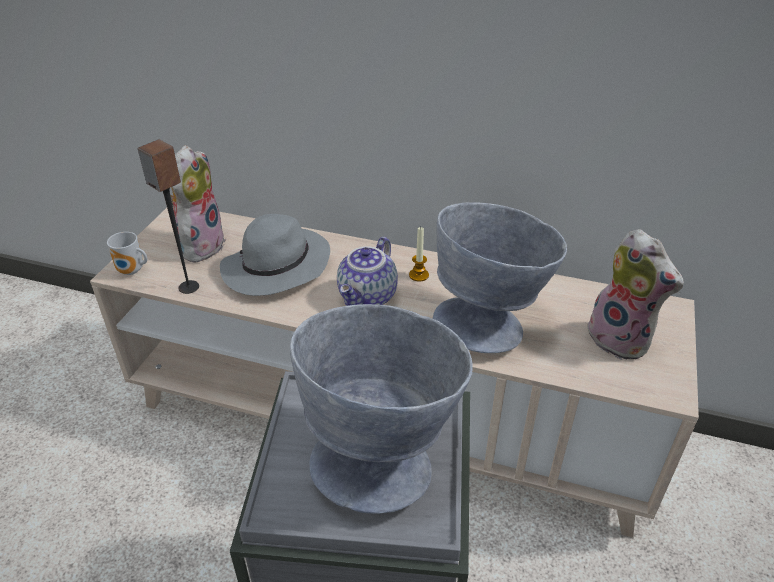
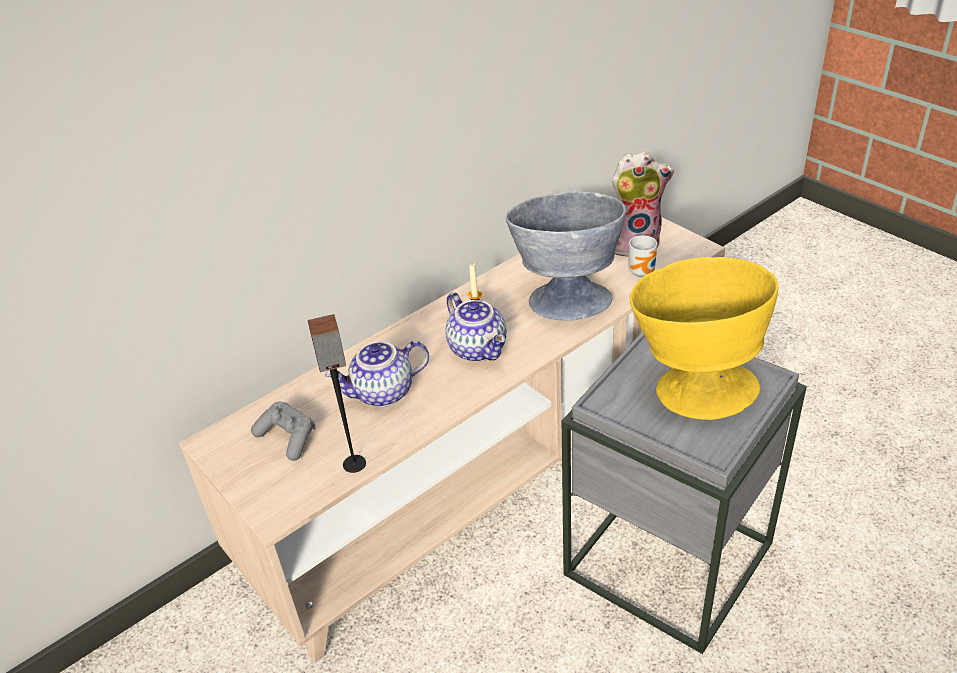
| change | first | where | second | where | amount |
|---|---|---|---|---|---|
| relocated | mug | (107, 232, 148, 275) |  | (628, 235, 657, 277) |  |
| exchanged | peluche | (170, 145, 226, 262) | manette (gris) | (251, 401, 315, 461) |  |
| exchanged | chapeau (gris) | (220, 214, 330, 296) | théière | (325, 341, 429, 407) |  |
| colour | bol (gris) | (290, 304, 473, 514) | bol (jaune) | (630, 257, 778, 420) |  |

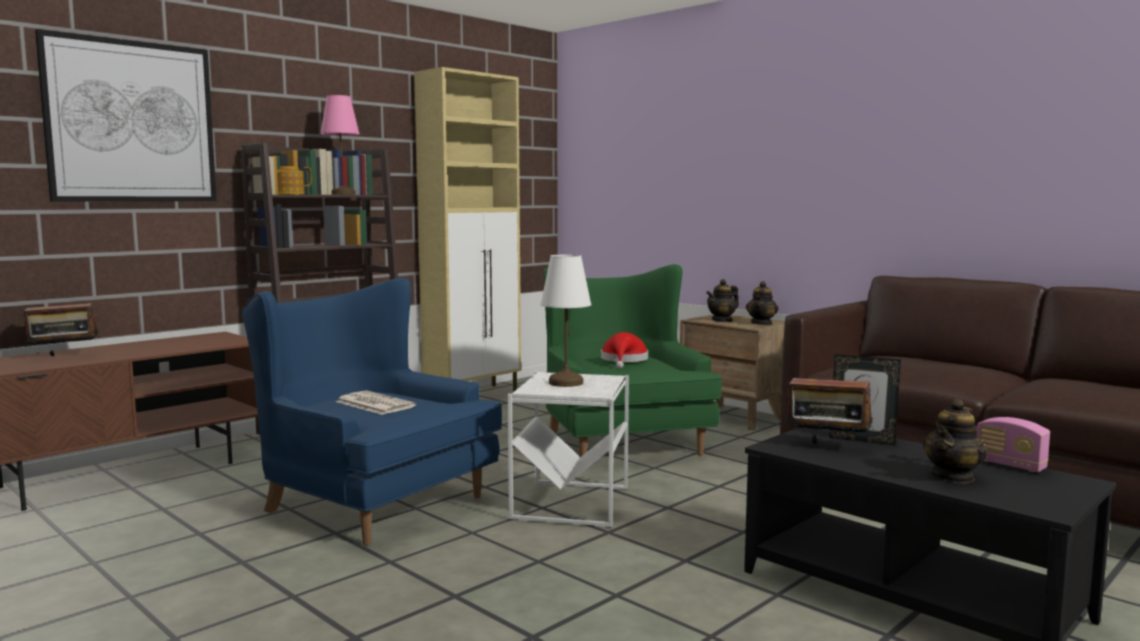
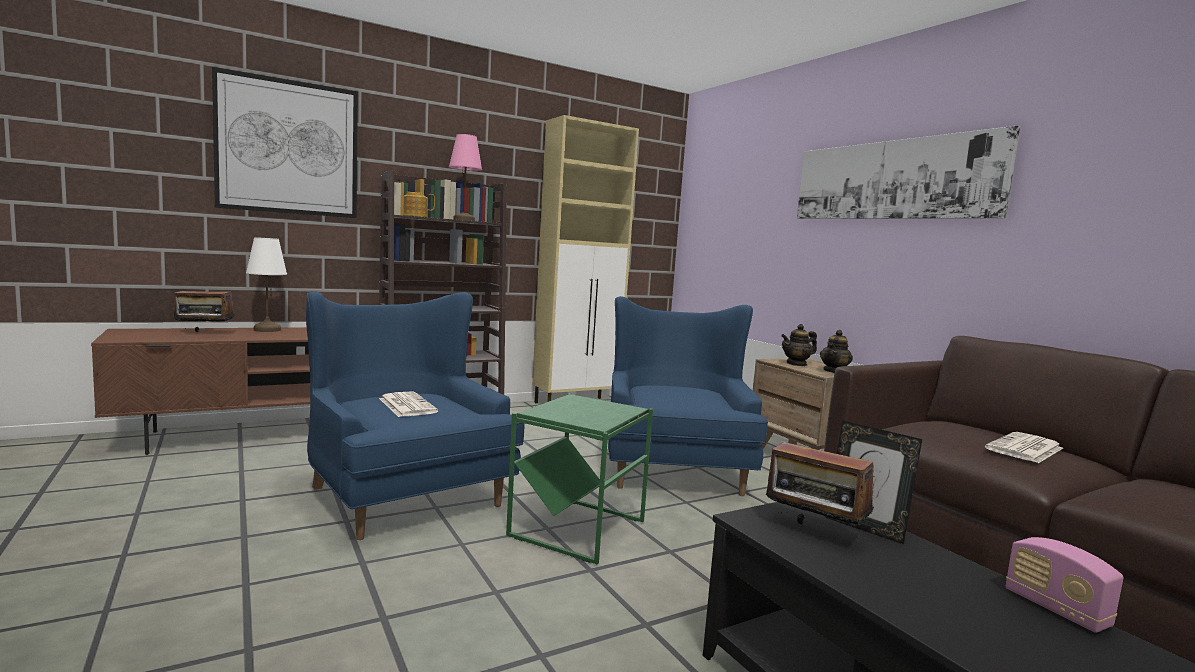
| change | first | where | second | where | amount |
|---|---|---|---|---|---|
| missing | chapeau (rouge) | (601, 332, 648, 368) |  |  |  |
| missing | théière | (923, 399, 987, 484) |  |  |  |
| appeared |  |  | tableau | (797, 126, 1020, 219) |  |
| appeared |  |  | journal | (985, 432, 1063, 463) |  |
| relocated | lampe de table (blanc) | (540, 255, 591, 387) |  | (246, 237, 287, 332) |  |
| colour | table d'appoint (blanc) | (508, 371, 629, 527) | table d'appoint (vert) | (506, 393, 653, 564) |  |
| colour | fauteuil (vert) | (544, 264, 722, 457) | fauteuil (bleu) | (608, 296, 768, 496) |  |

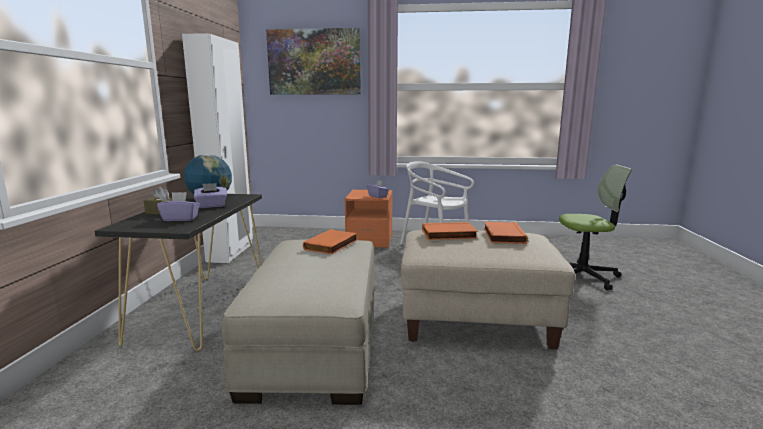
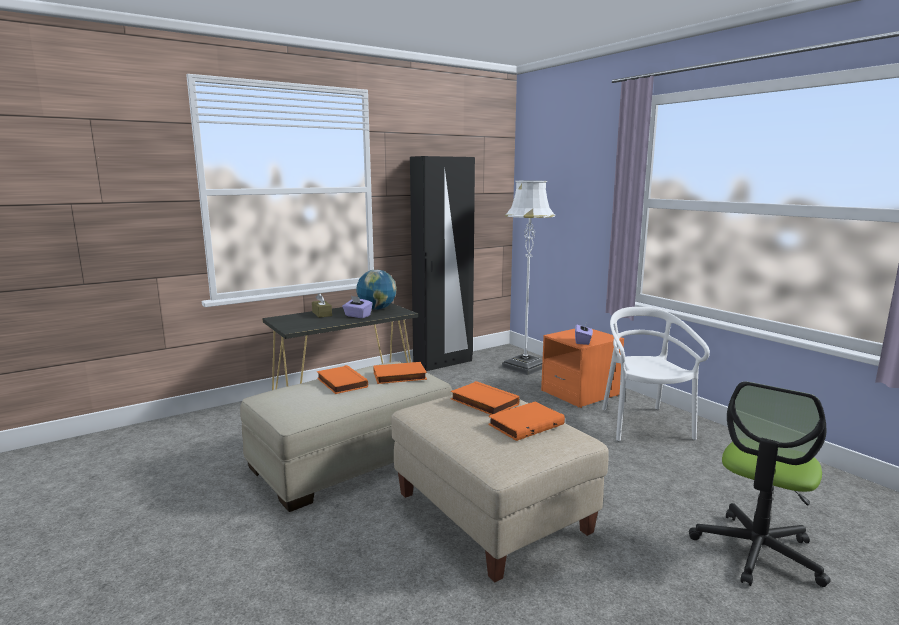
| change | first | where | second | where | amount |
|---|---|---|---|---|---|
| missing | boîte à mouchoirs (violet) | (157, 192, 200, 221) |  |  |  |
| missing | tableau | (266, 28, 361, 95) |  |  |  |
| appeared |  |  | livre (orange) | (317, 365, 368, 394) |  |
| appeared |  |  | lampadaire (blanc) | (502, 181, 555, 375) |  |
| colour | armoire (blanc) | (182, 33, 253, 263) | armoire (noir) | (410, 156, 475, 372) |  |
| spun | chaise de bureau | (559, 165, 632, 290) |  | (689, 382, 831, 587) | 75 degrees clockwise |

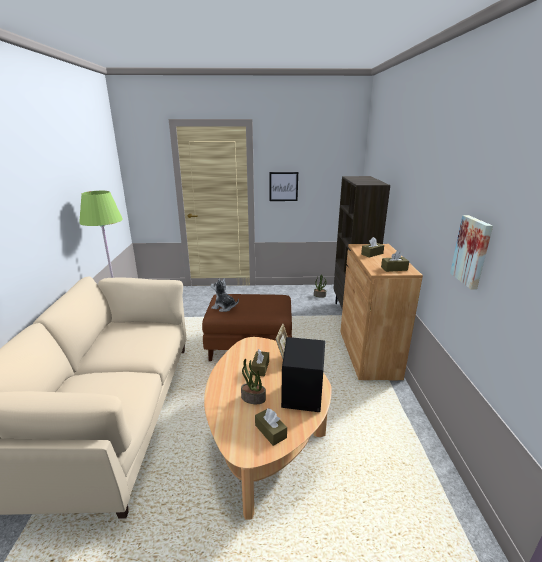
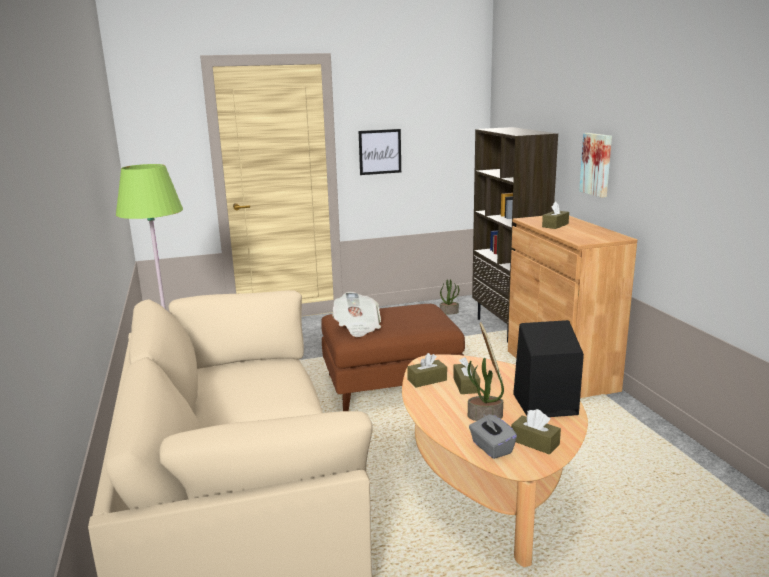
| change | first | where | second | where | amount |
|---|---|---|---|---|---|
| appeared |  |  | boîte à mouchoirs (gris) | (469, 414, 517, 459) |  |
| relocated | boîte à mouchoirs (marron) | (381, 250, 409, 272) |  | (407, 353, 447, 387) |  |
| relocated | tableau | (450, 215, 493, 290) |  | (579, 133, 612, 198) |  |
| exchanged | peluche | (211, 278, 239, 312) | journal | (332, 292, 381, 337) |  |

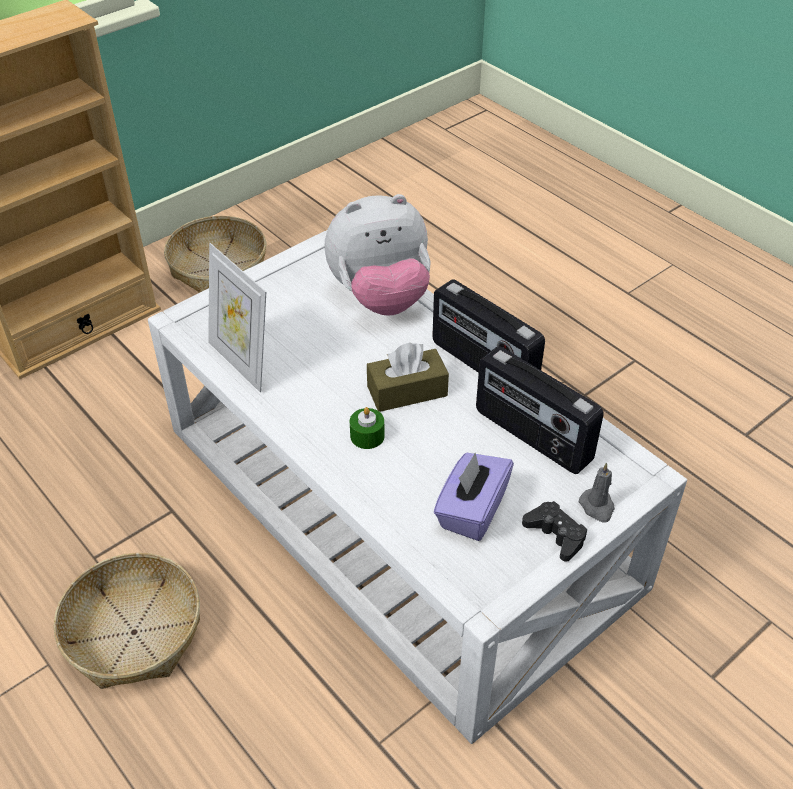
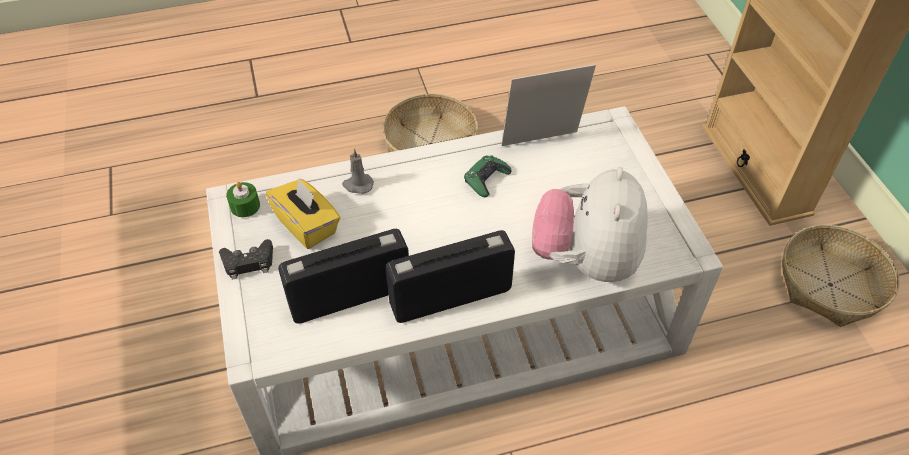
| change | first | where | second | where | amount |
|---|---|---|---|---|---|
| missing | boîte à mouchoirs (marron) | (367, 342, 449, 412) |  |  |  |
| appeared |  |  | manette (vert) | (464, 156, 512, 197) |  |
| relocated | bougie (vert) | (350, 407, 385, 449) |  | (226, 182, 260, 217) |  |
| relocated | bougie (gris) | (579, 463, 615, 523) |  | (342, 149, 374, 194) |  |
| colour | boîte à mouchoirs (violet) | (434, 453, 514, 541) | boîte à mouchoirs (jaune) | (266, 178, 341, 249) |  |

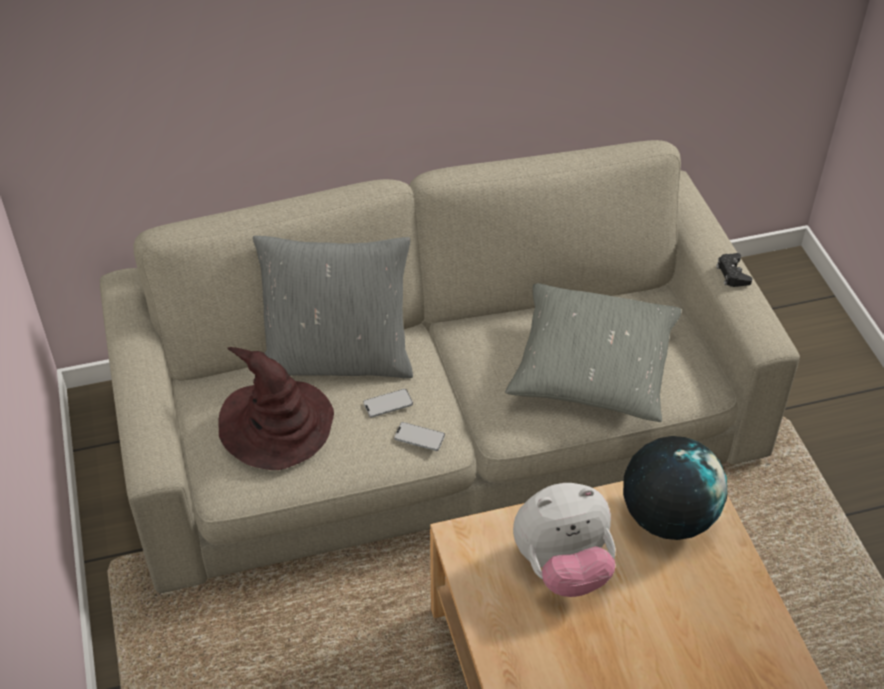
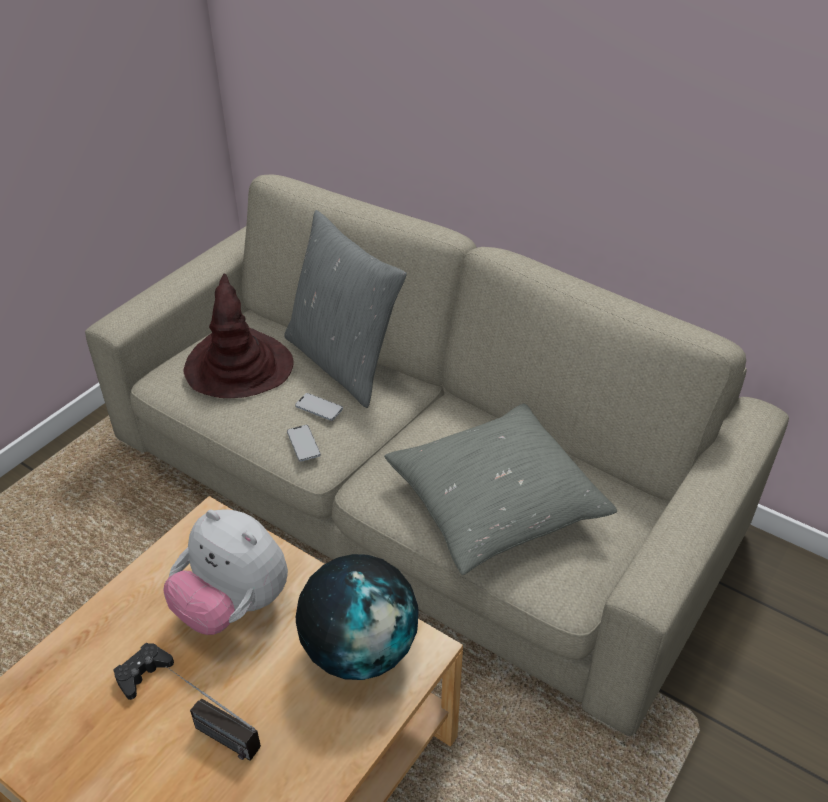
| change | first | where | second | where | amount |
|---|---|---|---|---|---|
| appeared |  |  | radio | (165, 666, 261, 761) |  |
| relocated | manette (noir) | (716, 253, 752, 287) |  | (114, 643, 174, 700) |  |

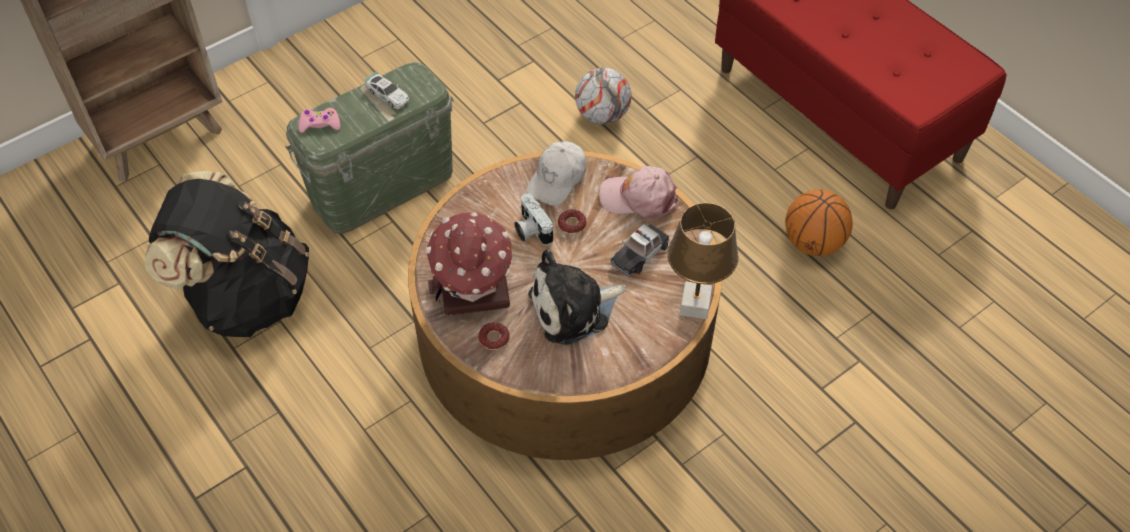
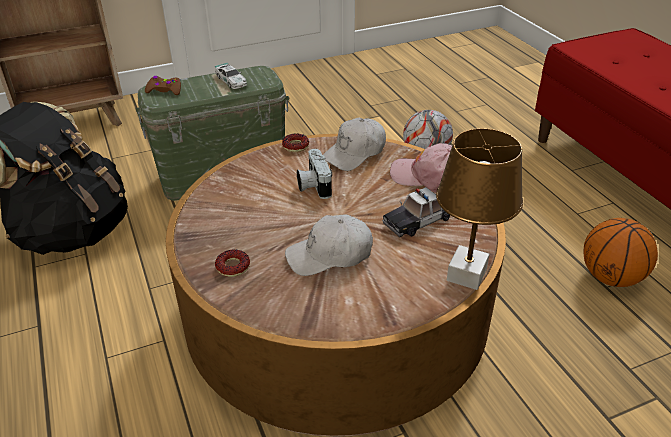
| change | first | where | second | where | amount |
|---|---|---|---|---|---|
| missing | maison miniature | (425, 212, 512, 315) |  |  |  |
| relocated | beignet | (558, 209, 587, 234) |  | (282, 133, 309, 152) |  |
| exchanged | peluche | (528, 249, 626, 345) | casquette (blanc) | (285, 214, 373, 276) |  |
| colour | manette (rose) | (299, 108, 340, 133) | manette (marron) | (145, 76, 181, 95) |  |

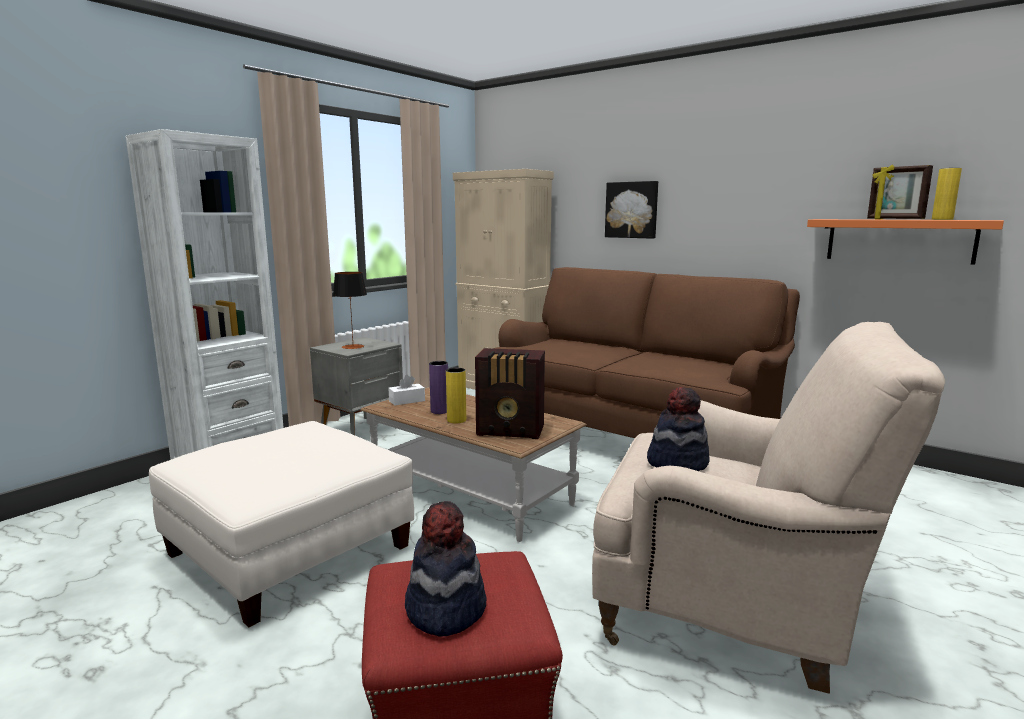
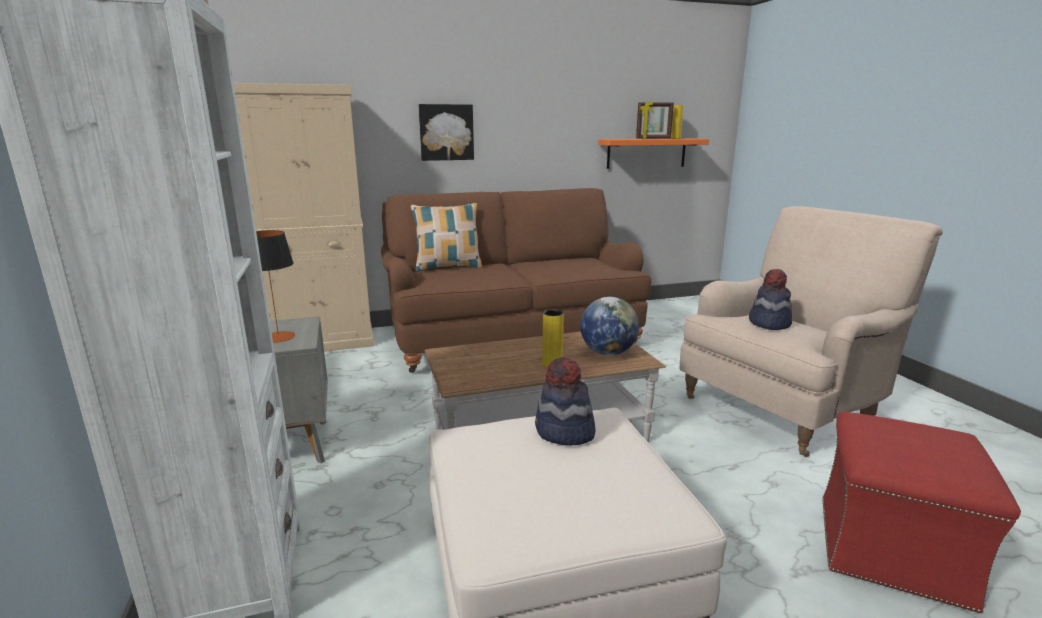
| change | first | where | second | where | amount |
|---|---|---|---|---|---|
| missing | boîte à mouchoirs (blanc) | (388, 375, 425, 406) |  |  |  |
| missing | vase (violet) | (429, 361, 448, 414) |  |  |  |
| appeared |  |  | coussin | (411, 203, 482, 272) |  |
| relocated | chapeau | (405, 501, 486, 637) |  | (535, 357, 596, 446) |  |
| exchanged | radio | (475, 348, 545, 439) | globe | (580, 297, 639, 356) |  |

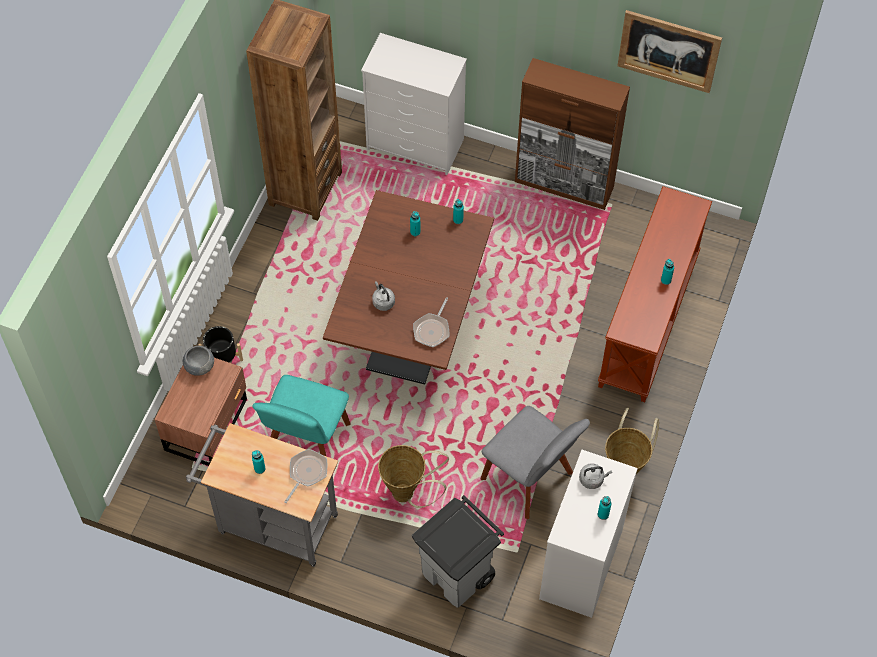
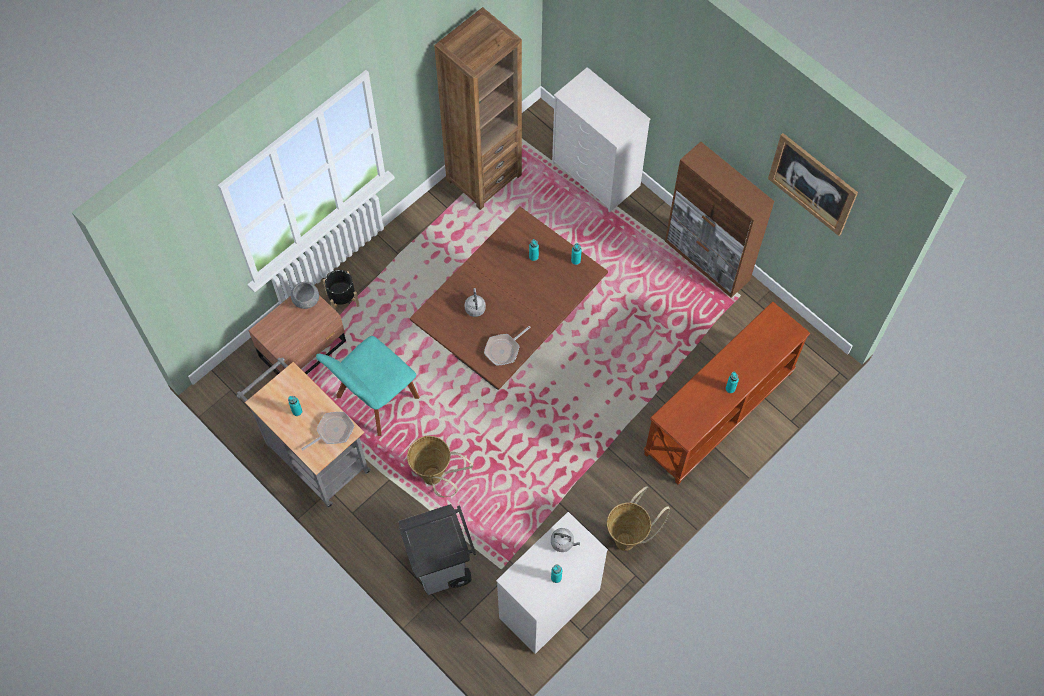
| change | first | where | second | where | amount |
|---|---|---|---|---|---|
| missing | chaise (gris) | (481, 406, 590, 519) |  |  |  |

